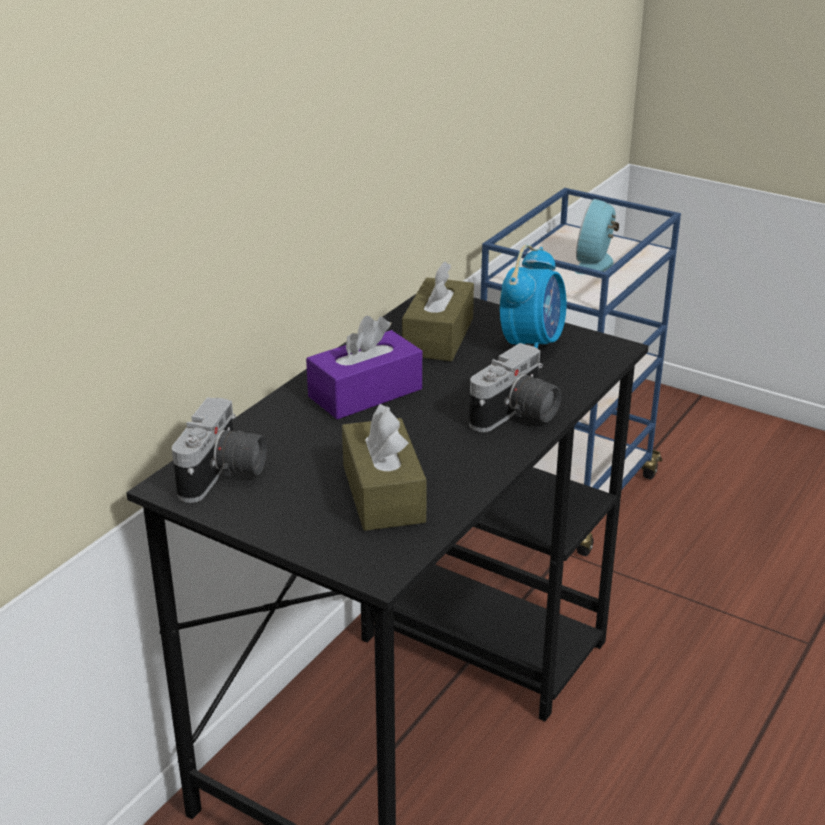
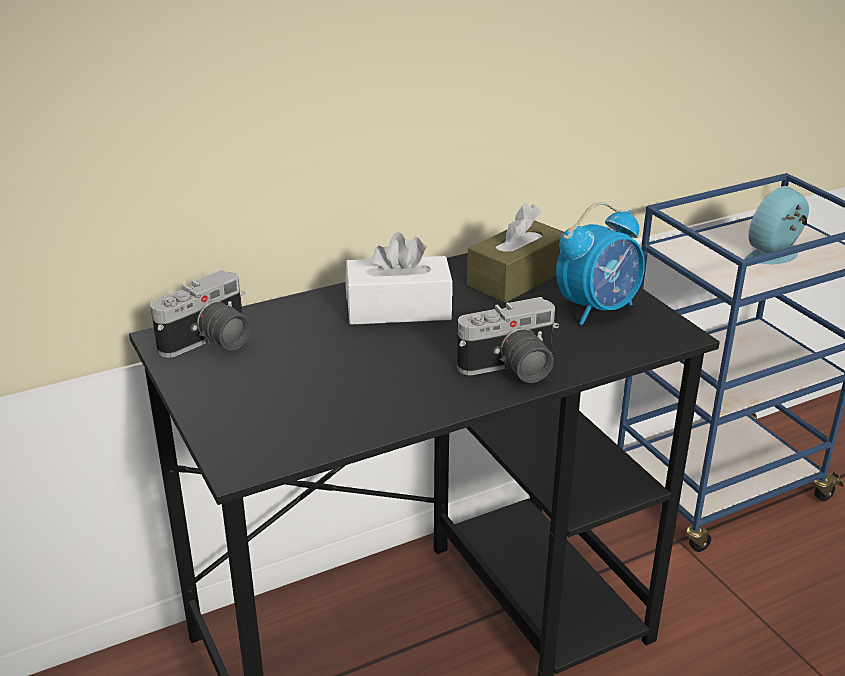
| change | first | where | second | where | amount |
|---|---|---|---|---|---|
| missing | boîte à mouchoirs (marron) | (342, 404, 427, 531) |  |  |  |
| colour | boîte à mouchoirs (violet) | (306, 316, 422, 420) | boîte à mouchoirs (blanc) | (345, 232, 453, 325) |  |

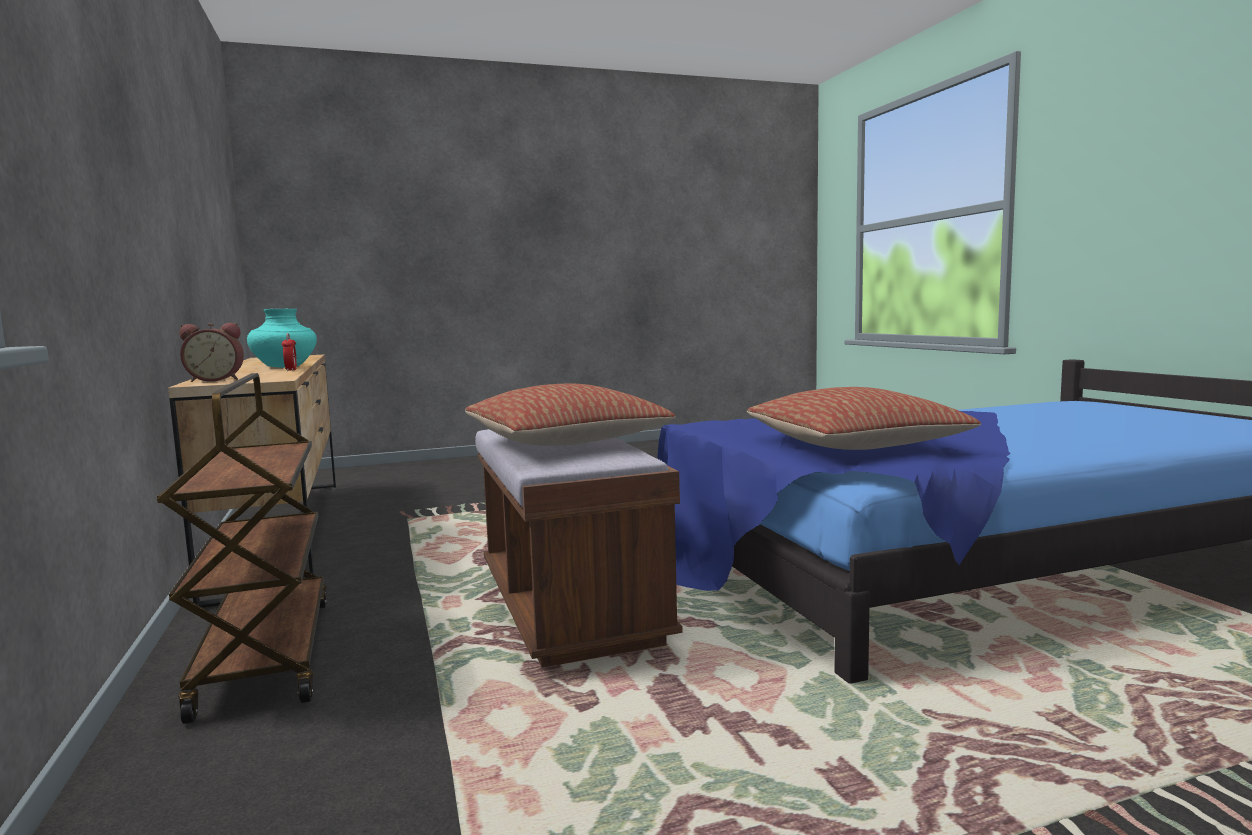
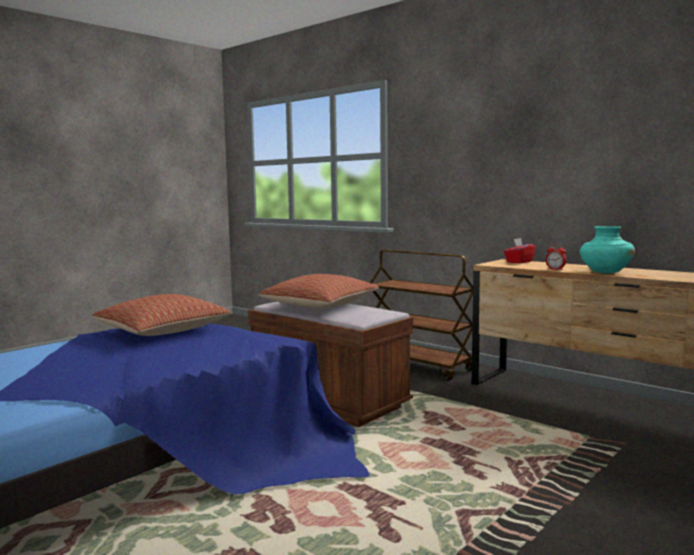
| change | first | where | second | where | amount |
|---|---|---|---|---|---|
| exchanged | réveil | (179, 323, 244, 382) | boîte à mouchoirs (rouge) | (504, 238, 536, 263) |  |

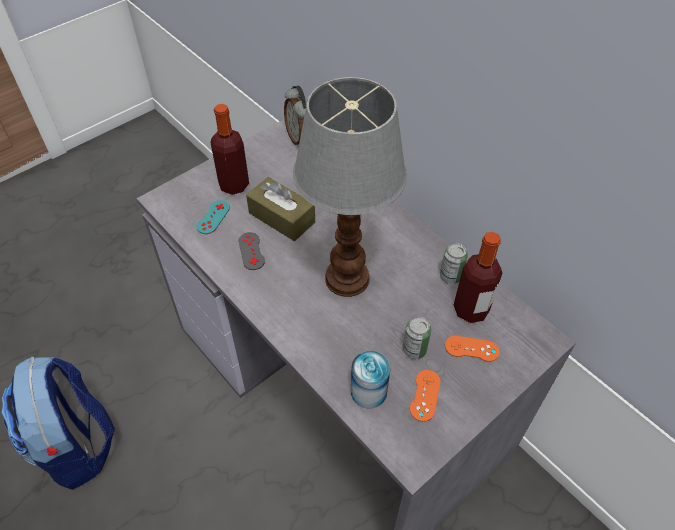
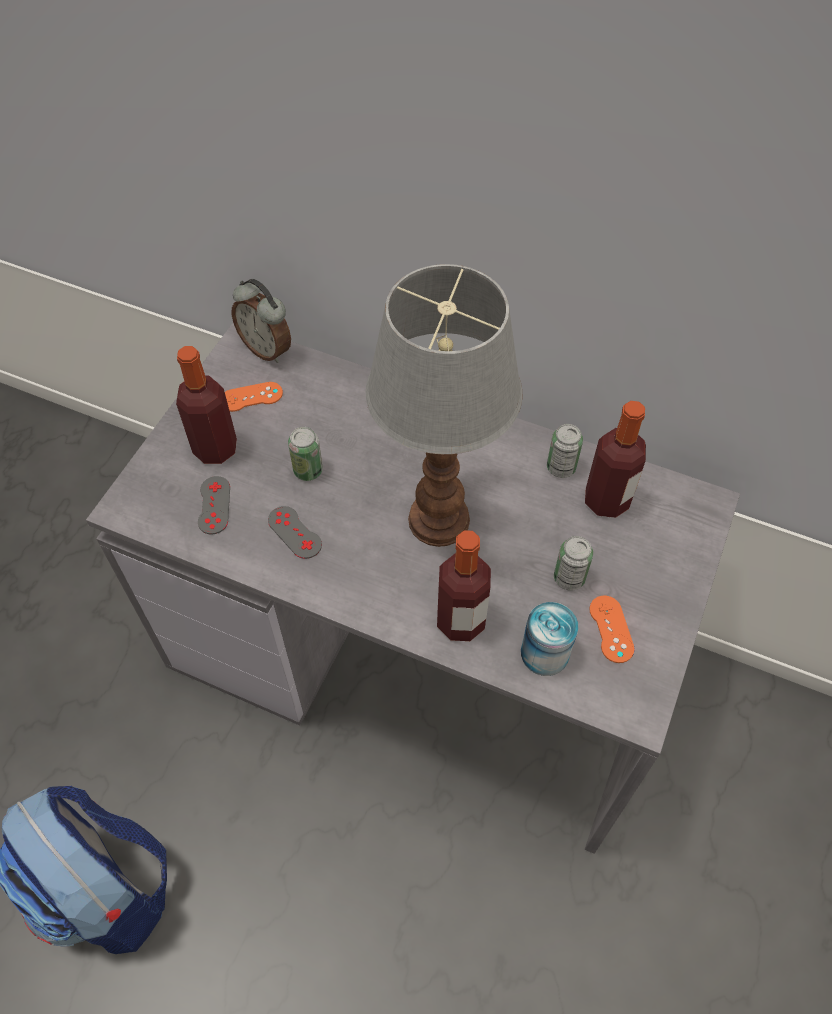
| change | first | where | second | where | amount |
|---|---|---|---|---|---|
| appeared |  |  | bouteille | (437, 530, 491, 641) |  |
| relocated | manette (orange) | (445, 336, 500, 362) |  | (225, 382, 283, 412) |  |
| exchanged | boîte à mouchoirs (marron) | (246, 177, 315, 241) | boîte métallique | (288, 427, 323, 481) |  |
| colour | manette (turquoise) | (196, 200, 230, 234) | manette (gris) | (198, 476, 230, 535) |  |

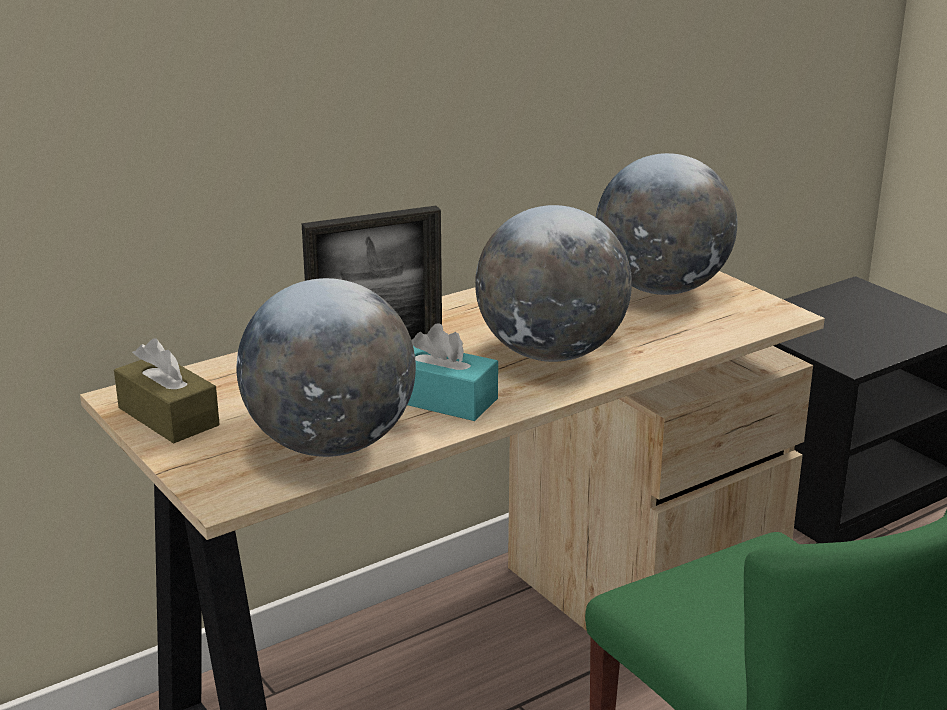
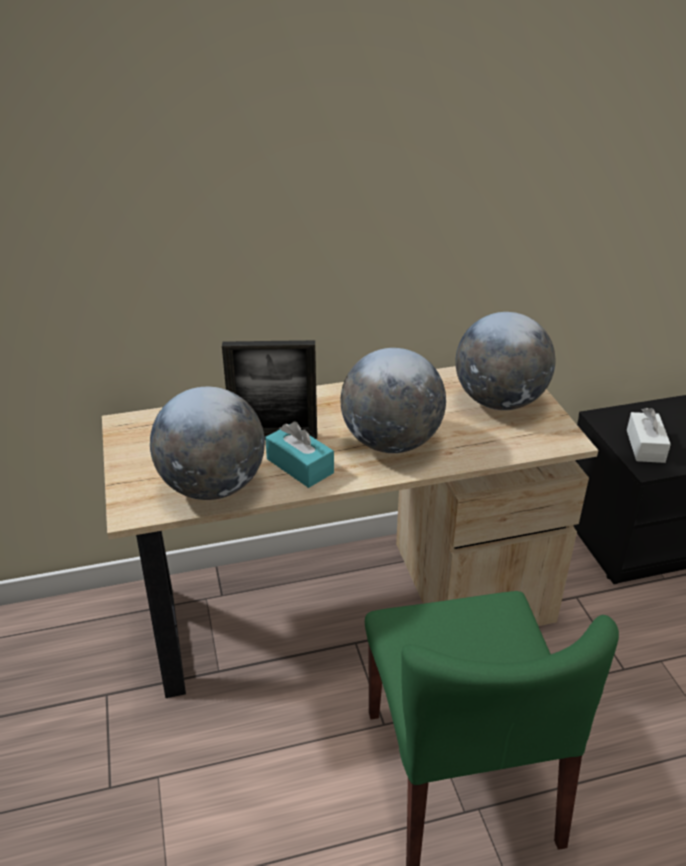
| change | first | where | second | where | amount |
|---|---|---|---|---|---|
| missing | boîte à mouchoirs (marron) | (114, 339, 219, 444) |  |  |  |
| appeared |  |  | boîte à mouchoirs (blanc) | (627, 408, 671, 463) |  |

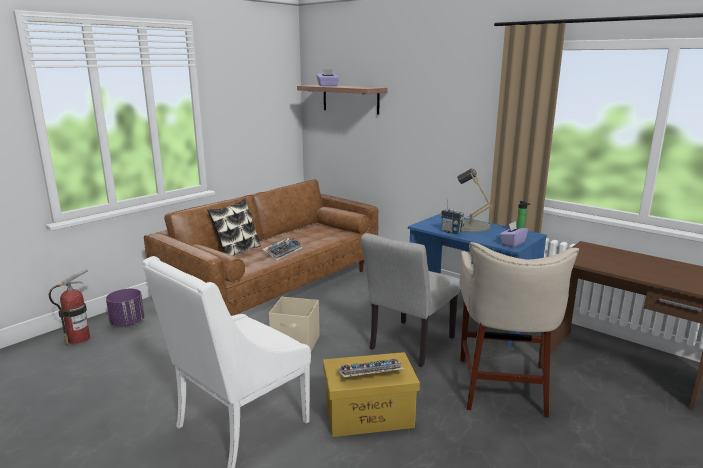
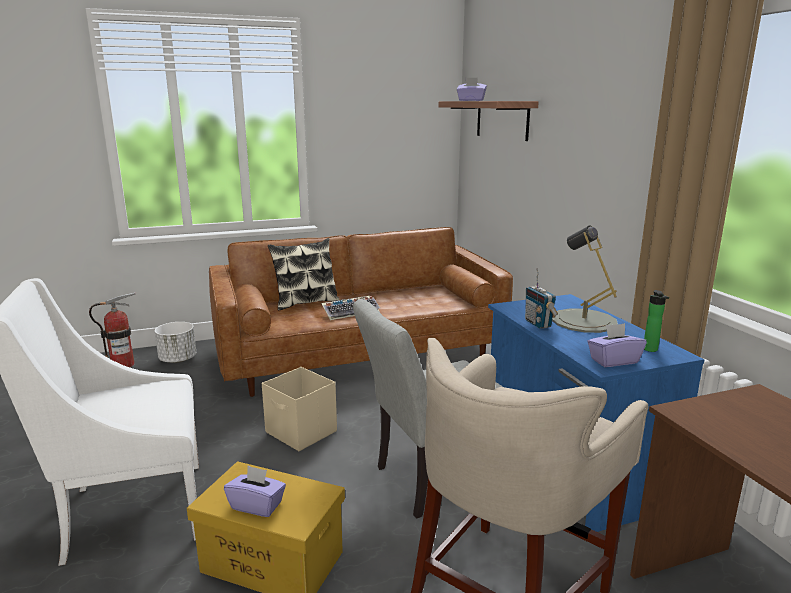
| change | first | where | second | where | amount |
|---|---|---|---|---|---|
| exchanged | clavier | (337, 359, 405, 377) | boîte à mouchoirs (violet) | (224, 466, 286, 517) |  |
| colour | cache-pot (violet) | (106, 289, 144, 327) | cache-pot (blanc) | (155, 322, 196, 363) |  |

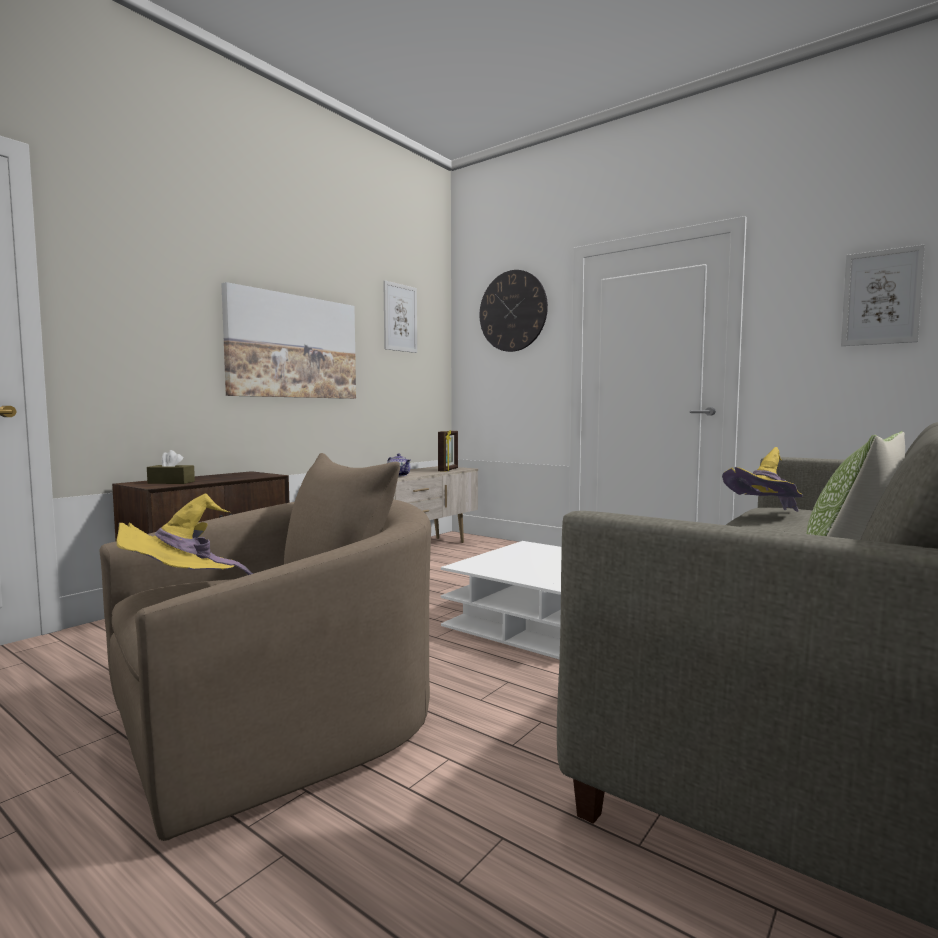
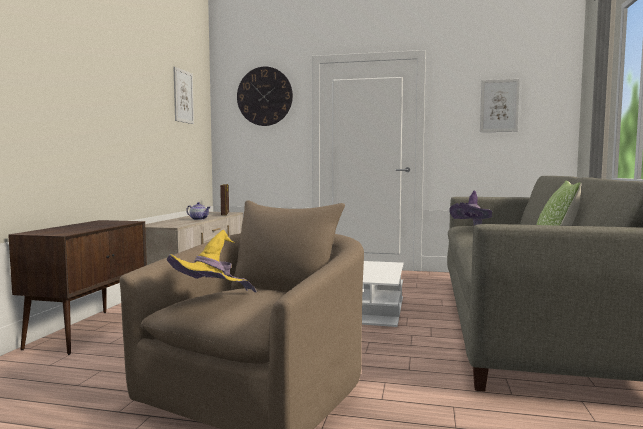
| change | first | where | second | where | amount |
|---|---|---|---|---|---|
| missing | boîte à mouchoirs (marron) | (147, 450, 195, 484) |  |  |  |
| missing | tableau | (221, 282, 356, 399) |  |  |  |
| colour | chapeau (jaune) | (722, 447, 803, 512) | chapeau (violet) | (449, 190, 492, 225) |  |

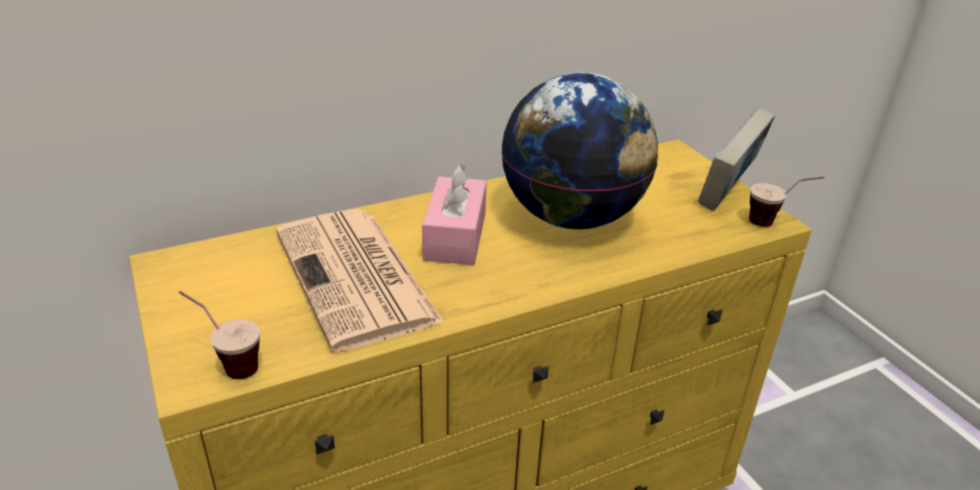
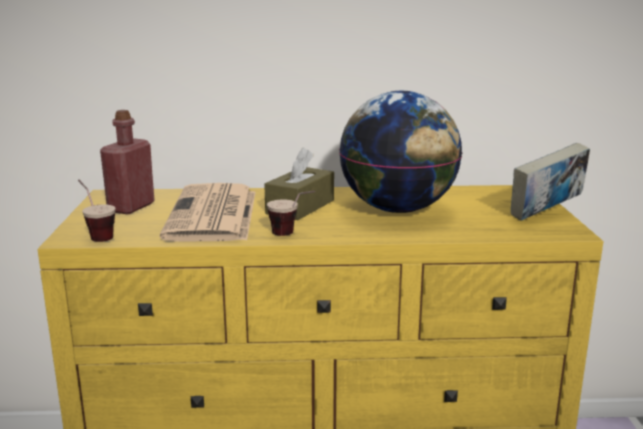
| change | first | where | second | where | amount |
|---|---|---|---|---|---|
| appeared |  |  | bouteille (rouge) | (100, 110, 155, 214) |  |
| relocated | tasse | (749, 176, 824, 227) |  | (267, 191, 316, 236) |  |
| colour | boîte à mouchoirs (rose) | (422, 163, 487, 265) | boîte à mouchoirs (marron) | (264, 147, 334, 220) |  |

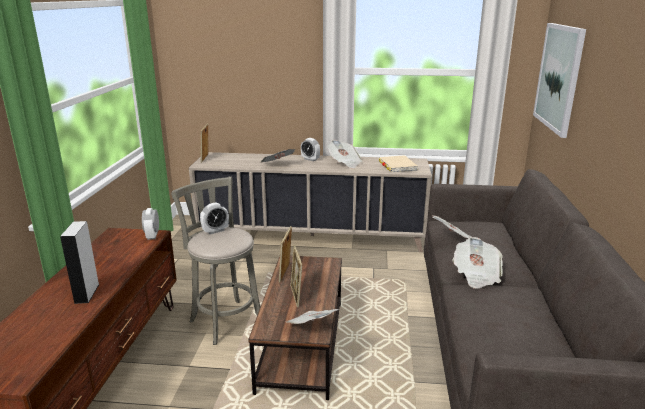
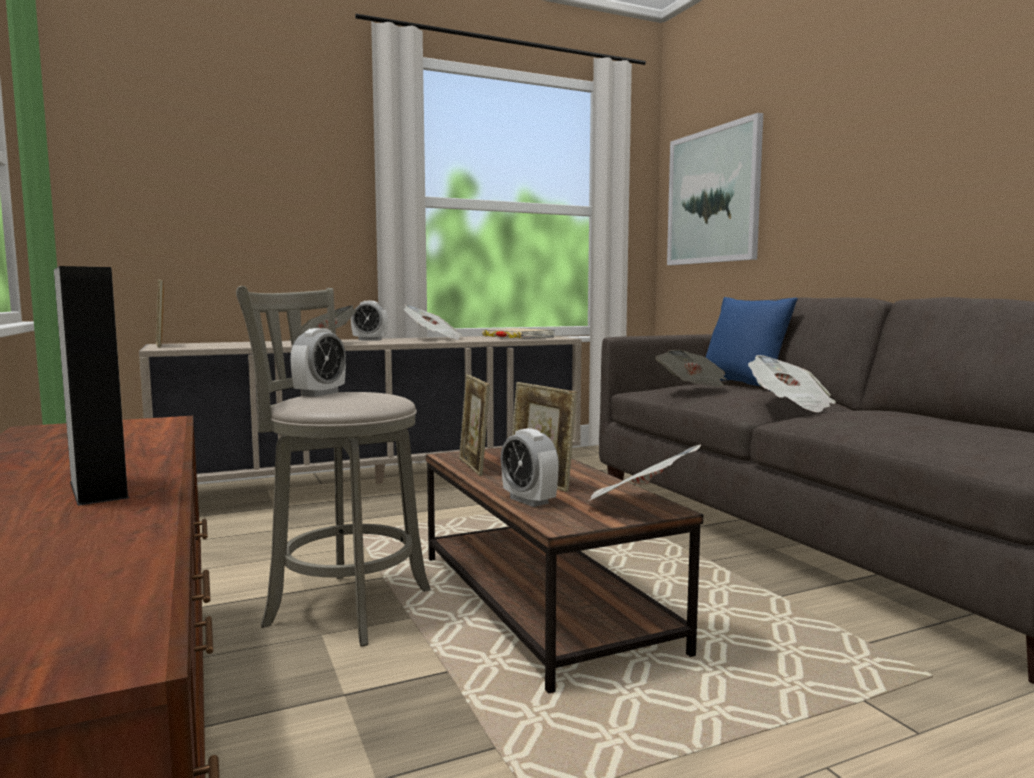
| change | first | where | second | where | amount |
|---|---|---|---|---|---|
| appeared |  |  | coussin (bleu) | (706, 297, 798, 391) |  |
| relocated | réveil | (142, 208, 159, 240) |  | (501, 428, 559, 507) |  |

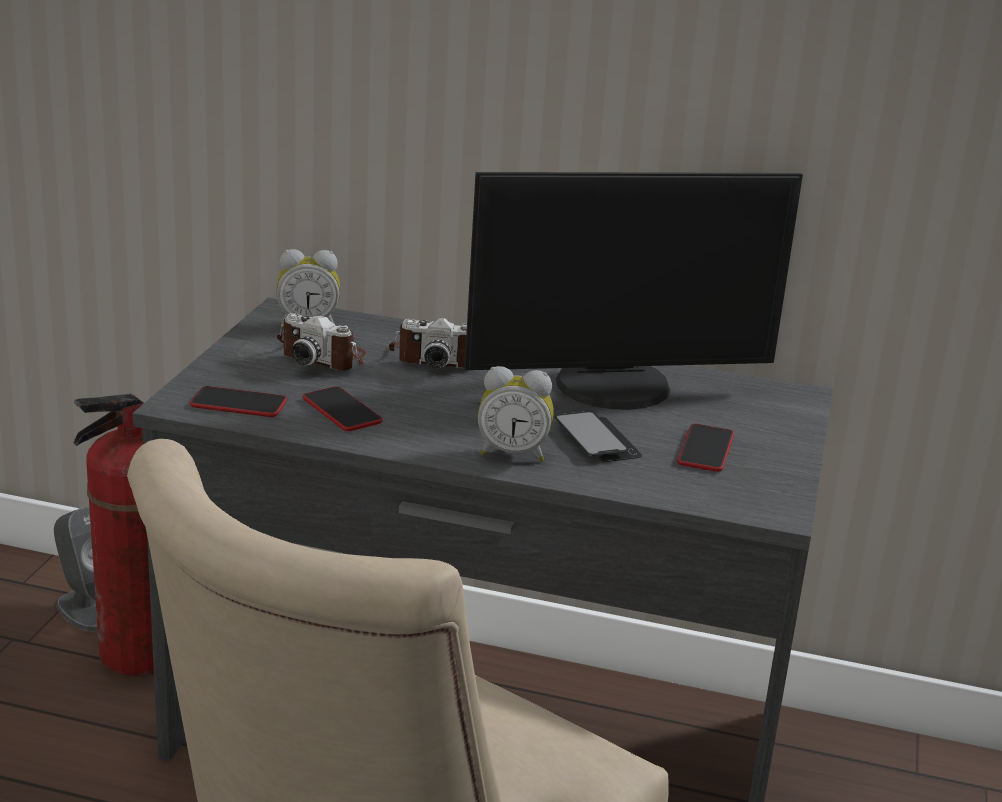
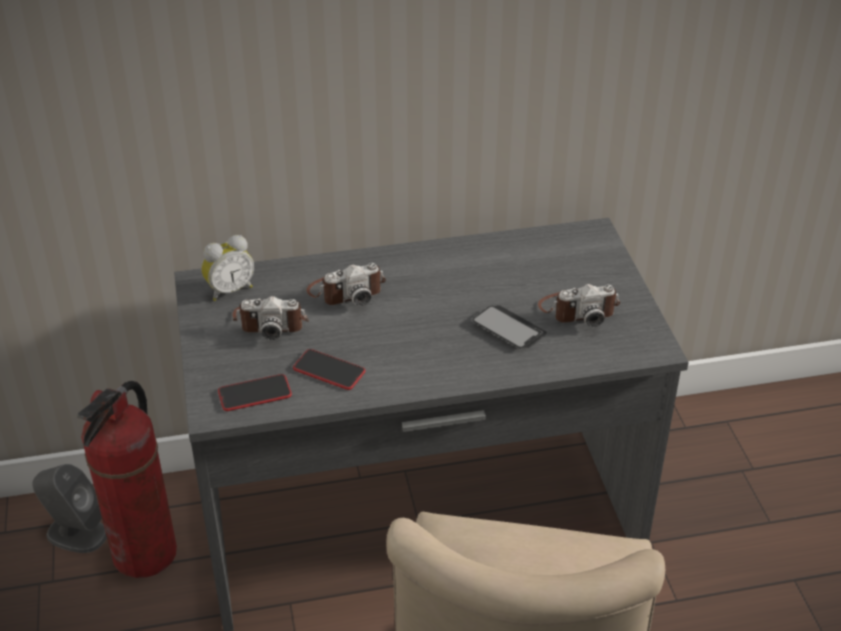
| change | first | where | second | where | amount |
|---|---|---|---|---|---|
| missing | écran d'ordinateur | (465, 172, 803, 410) |  |  |  |
| missing | réveil | (478, 366, 554, 462) |  |  |  |
| exchanged | téléphone | (677, 424, 734, 472) | appareil photo | (538, 284, 620, 327) |  |

